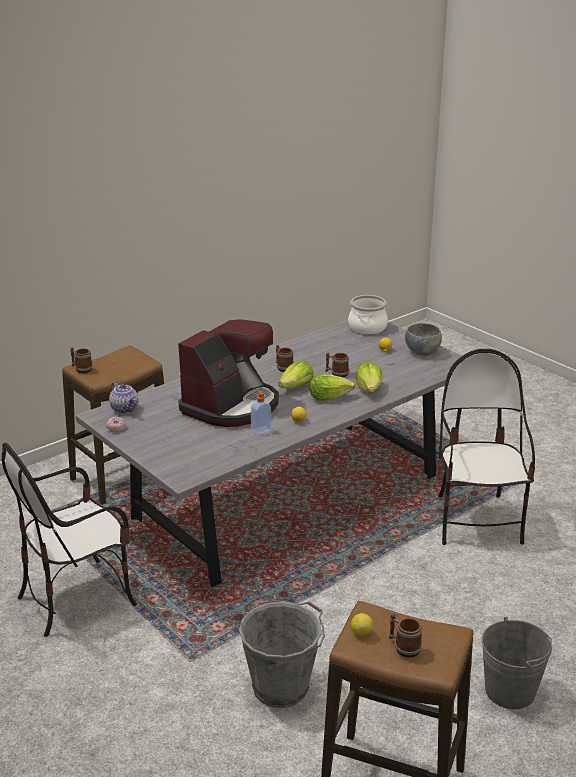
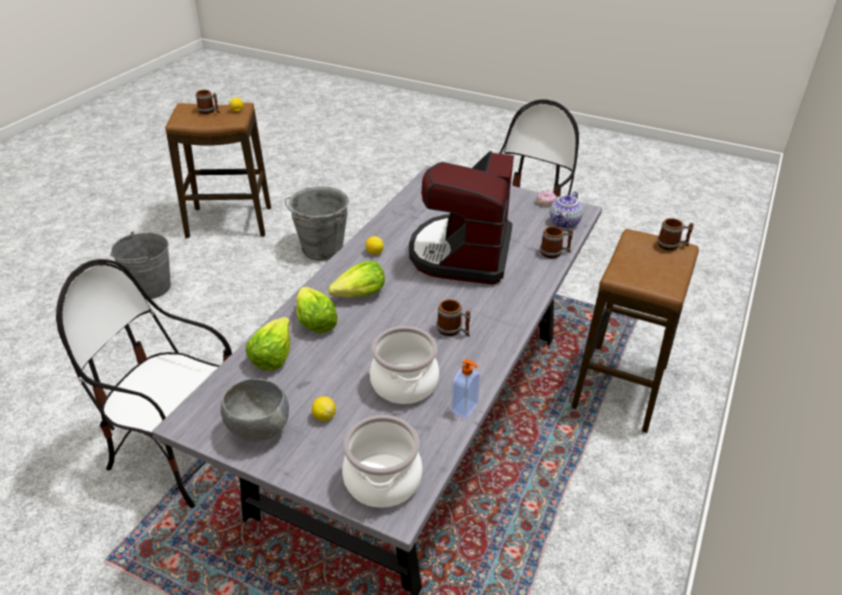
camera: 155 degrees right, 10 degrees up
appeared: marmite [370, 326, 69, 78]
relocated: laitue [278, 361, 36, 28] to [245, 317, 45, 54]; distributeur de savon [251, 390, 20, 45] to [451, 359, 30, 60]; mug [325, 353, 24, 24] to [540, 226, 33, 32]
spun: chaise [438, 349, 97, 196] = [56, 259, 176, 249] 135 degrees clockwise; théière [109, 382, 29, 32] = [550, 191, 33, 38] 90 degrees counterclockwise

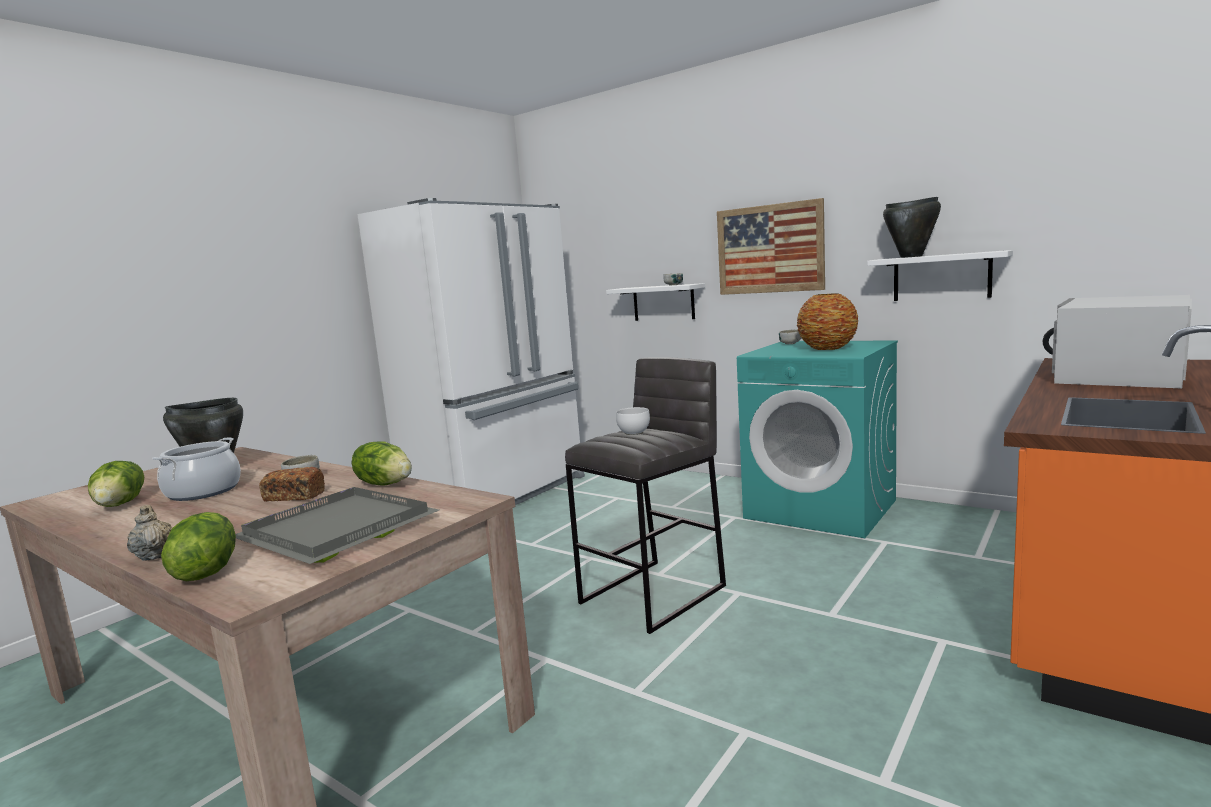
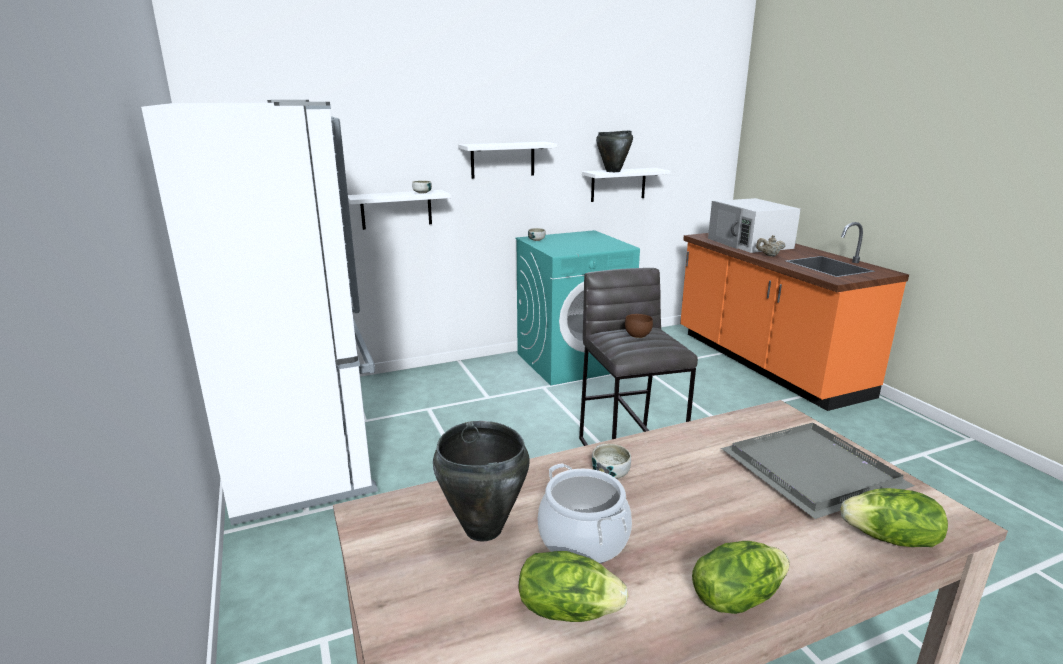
camera: 60 degrees left, 10 degrees up
missing: pain [259, 467, 66, 35]; vase [797, 293, 61, 57]
relocated: laitue [352, 441, 60, 44] to [692, 541, 98, 73]; théière (beige) [127, 505, 45, 56] to [756, 235, 30, 21]
exchanged: tableau [717, 198, 108, 97] to étagère (blanc) [458, 142, 99, 37]
colour: bol (blanc) [616, 407, 34, 28] to bol (marron) [625, 314, 28, 24]

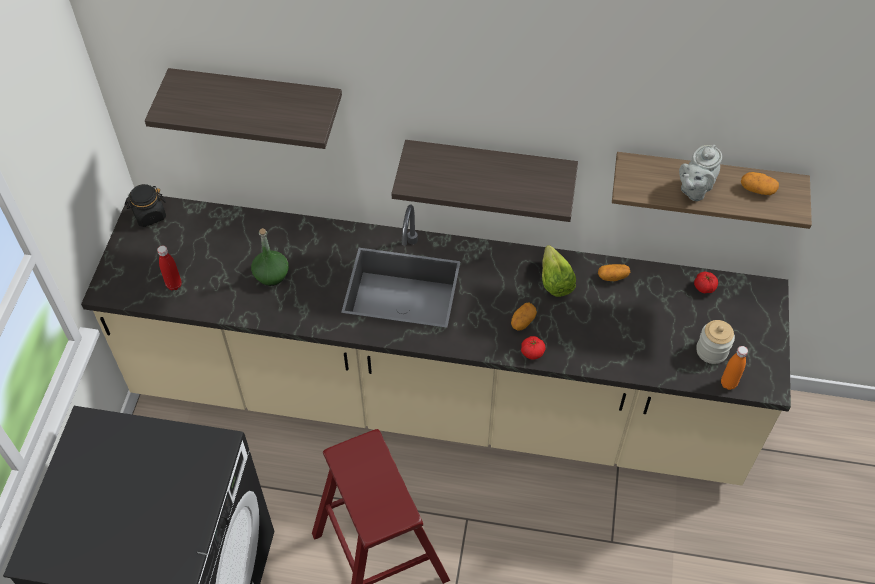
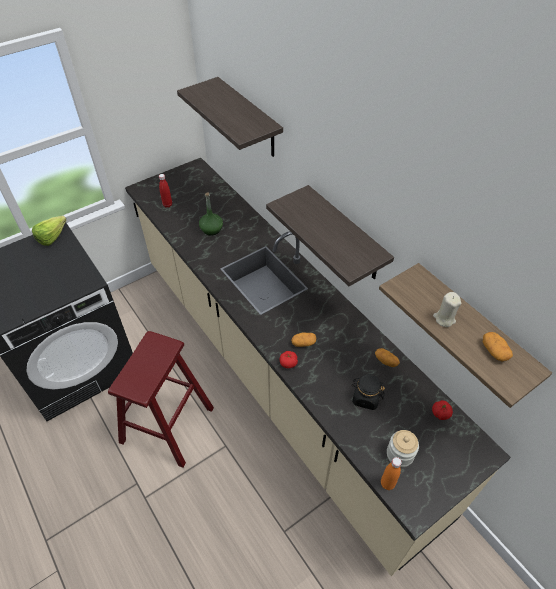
camera: 45 degrees right, 5 degrees down
relocated: laitue [542, 245, 34, 52] to [32, 216, 34, 30]; bocal (noir) [125, 184, 41, 43] to [352, 374, 33, 36]
exchanged: théière (gris) [679, 145, 43, 56] to bougie (beige) [433, 292, 28, 35]

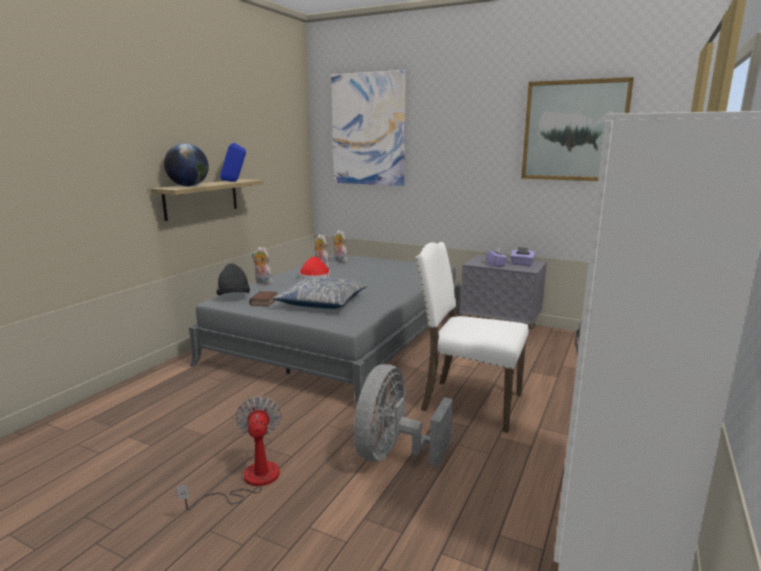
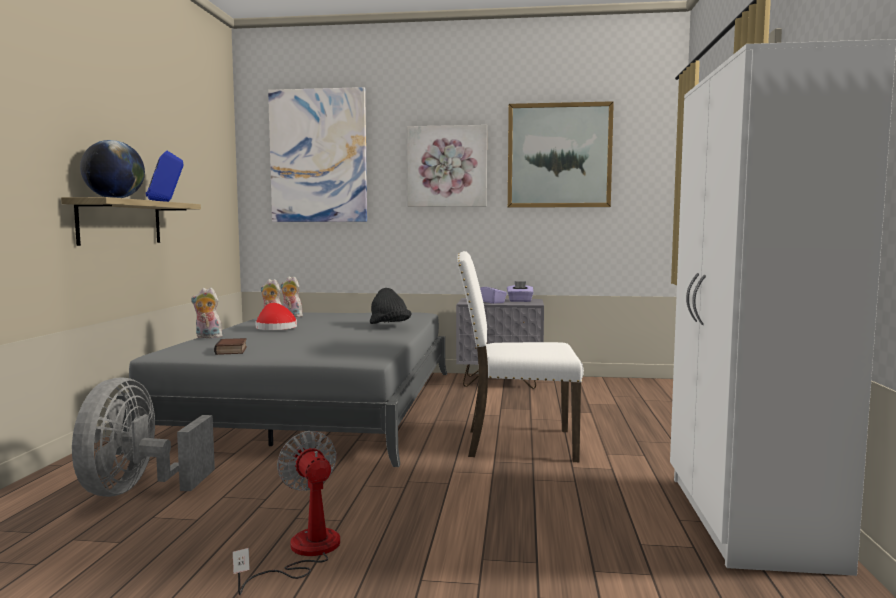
camera: 20 degrees left, 10 degrees down
missing: coussin [273, 277, 94, 32]
appeared: tableau [407, 125, 80, 82]
relocated: ventilateur (gris) [354, 364, 99, 103] to [72, 377, 143, 120]; chapeau (noir) [216, 263, 34, 32] to [370, 288, 41, 36]

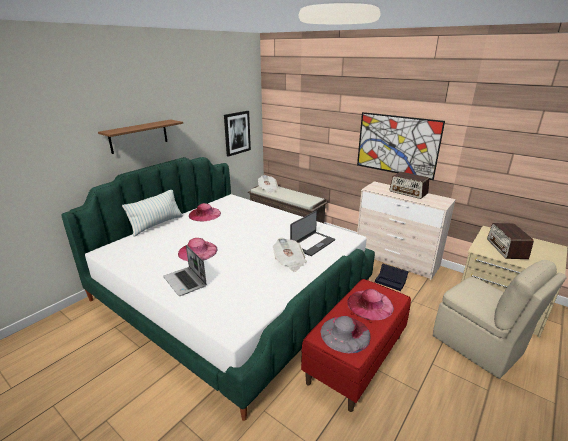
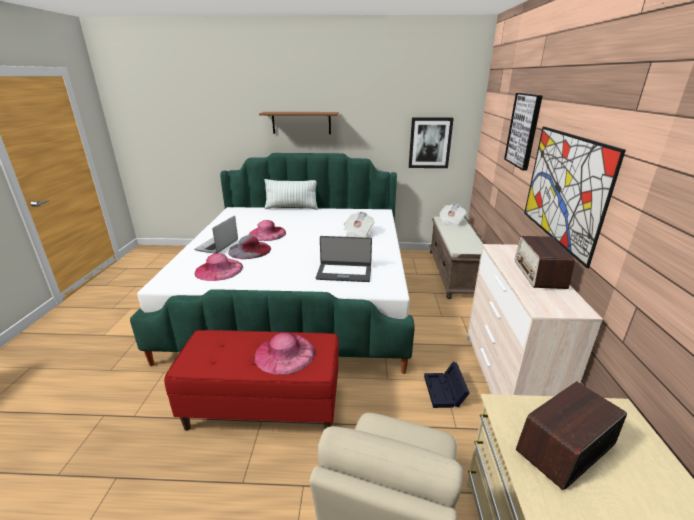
camera: 55 degrees right, 0 degrees up
appeared: tableau [504, 93, 39, 78]
relocated: chapeau (rose) [189, 203, 32, 18] to [194, 253, 49, 28]; chapeau (gris) [320, 316, 51, 37] to [228, 235, 43, 24]; journal [273, 238, 34, 34] to [344, 212, 31, 25]

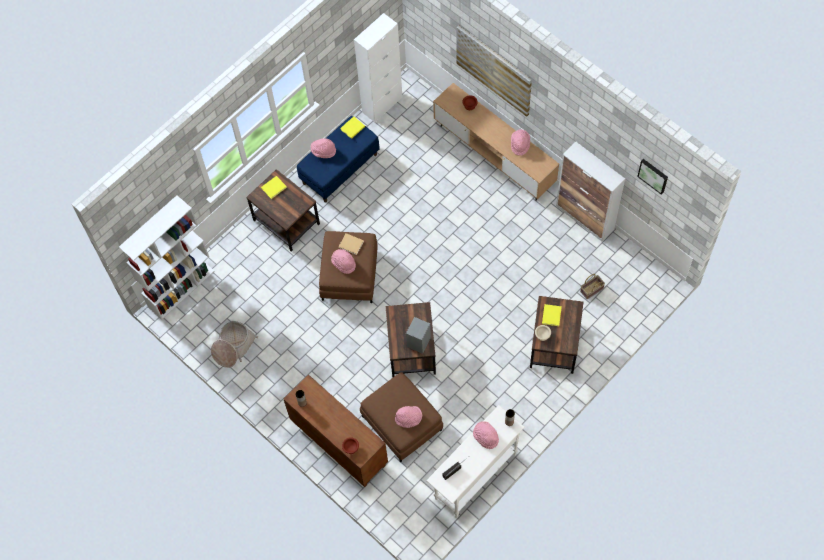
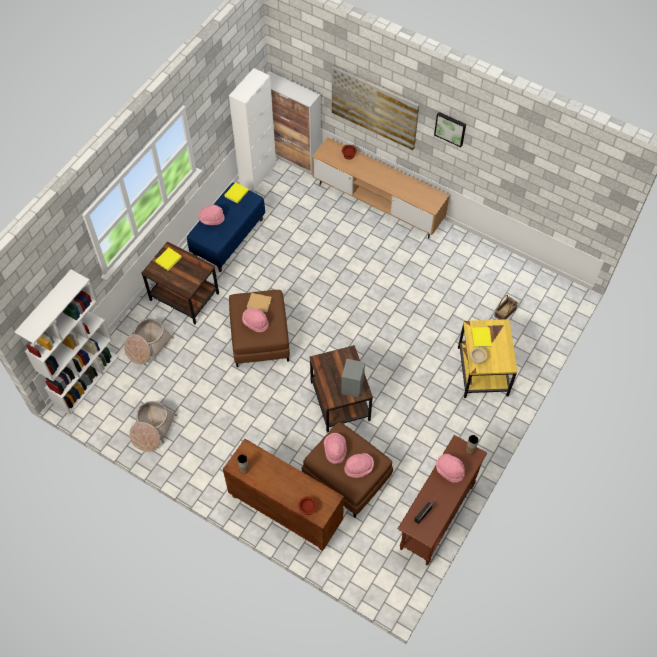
camera: 15 degrees left, 5 degrees down
appeared: panier [124, 318, 50, 47]
relocated: meuble de rangement [556, 142, 69, 100] to [267, 71, 54, 104]; chapeau (rose) [511, 129, 19, 27] to [324, 433, 23, 31]; tableau [637, 159, 31, 36] to [434, 112, 32, 35]
colour: table console (blanc) [426, 405, 99, 113] to table console (marron) [398, 435, 89, 130]; table d'appoint (marron) [530, 296, 53, 78] to table d'appoint (jaune) [458, 319, 60, 79]

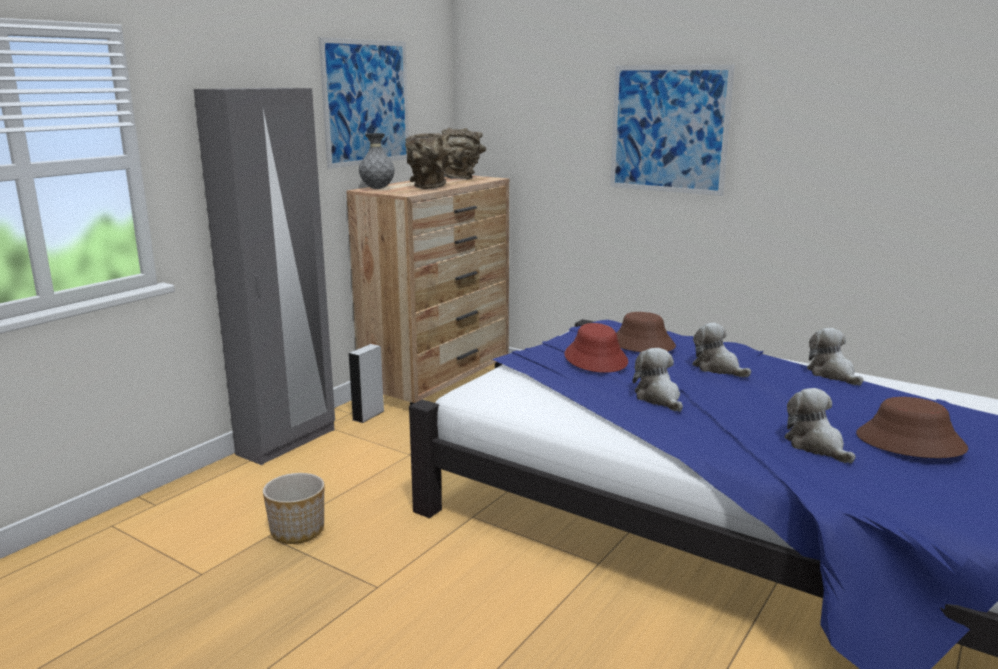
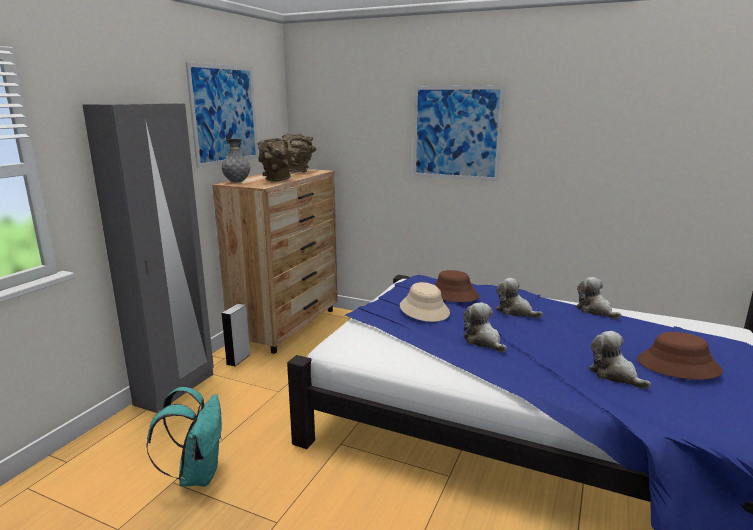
camera: 10 degrees left, 0 degrees up
exchanged: cache-pot [263, 473, 61, 71] to sac à dos (turquoise) [147, 387, 75, 100]
colour: chapeau (rouge) [564, 323, 64, 50] to chapeau (beige) [400, 282, 50, 40]

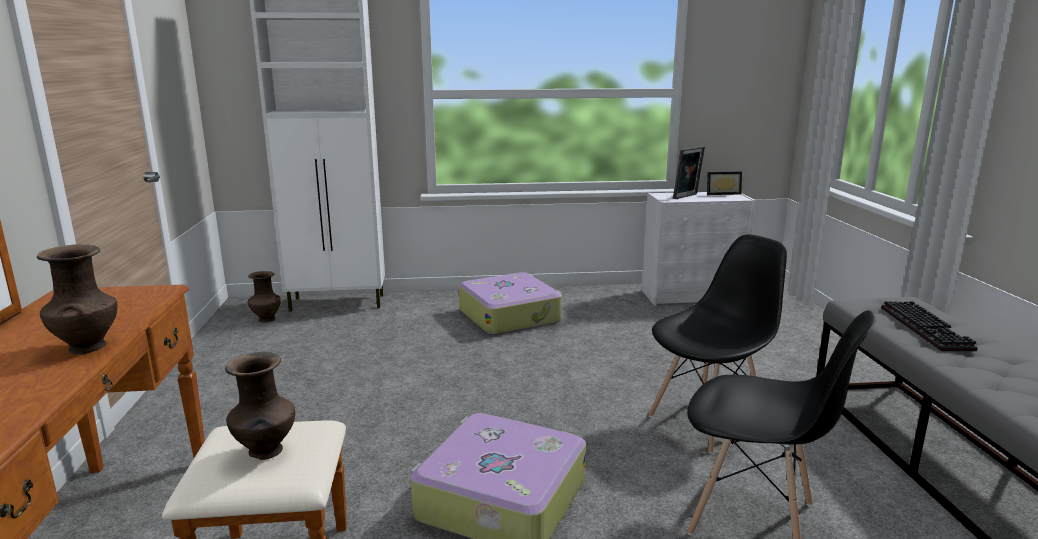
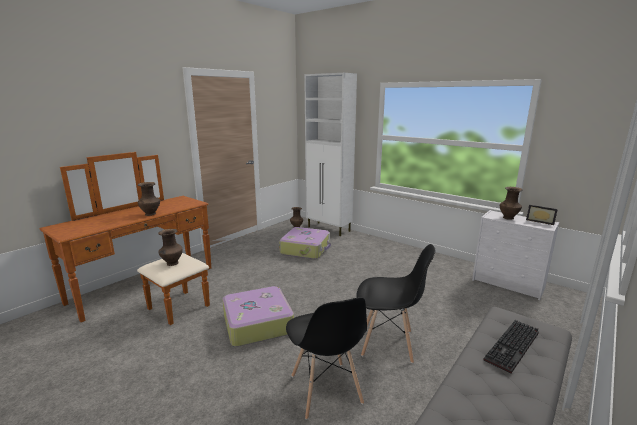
camera: 45 degrees right, 0 degrees up
relocated: valise [459, 272, 103, 63] to [279, 227, 52, 32]
exchanged: cadre photo [673, 146, 32, 53] to vase (marron) [500, 187, 23, 32]

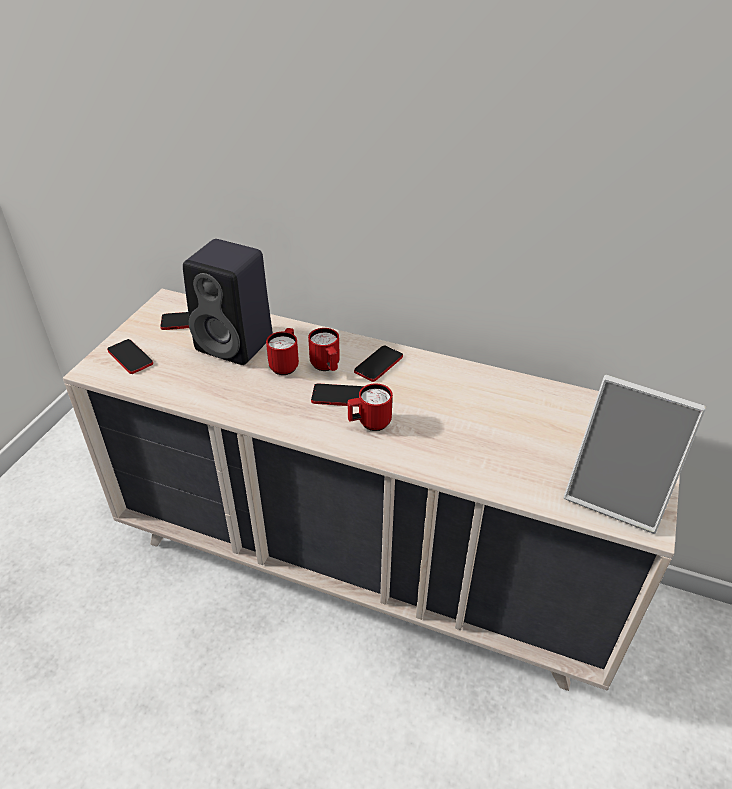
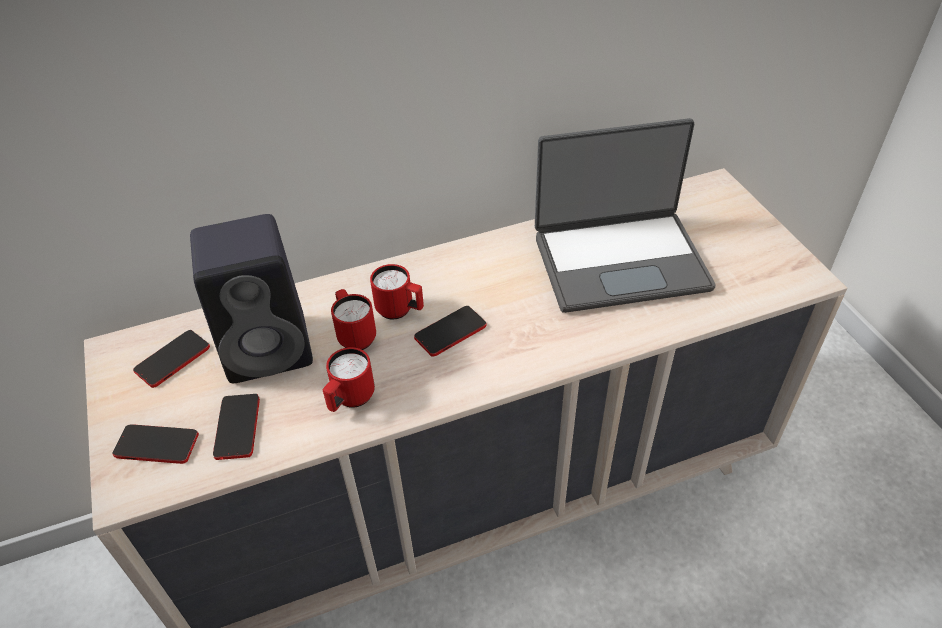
camera: 40 degrees left, 5 degrees up
missing: cadre photo [564, 375, 142, 159]
appeared: ordinateur portable [535, 118, 181, 195]
relocated: téléphone [354, 345, 49, 37] to [213, 394, 47, 66]; mug (rouge) [347, 383, 46, 48] to [323, 347, 52, 65]

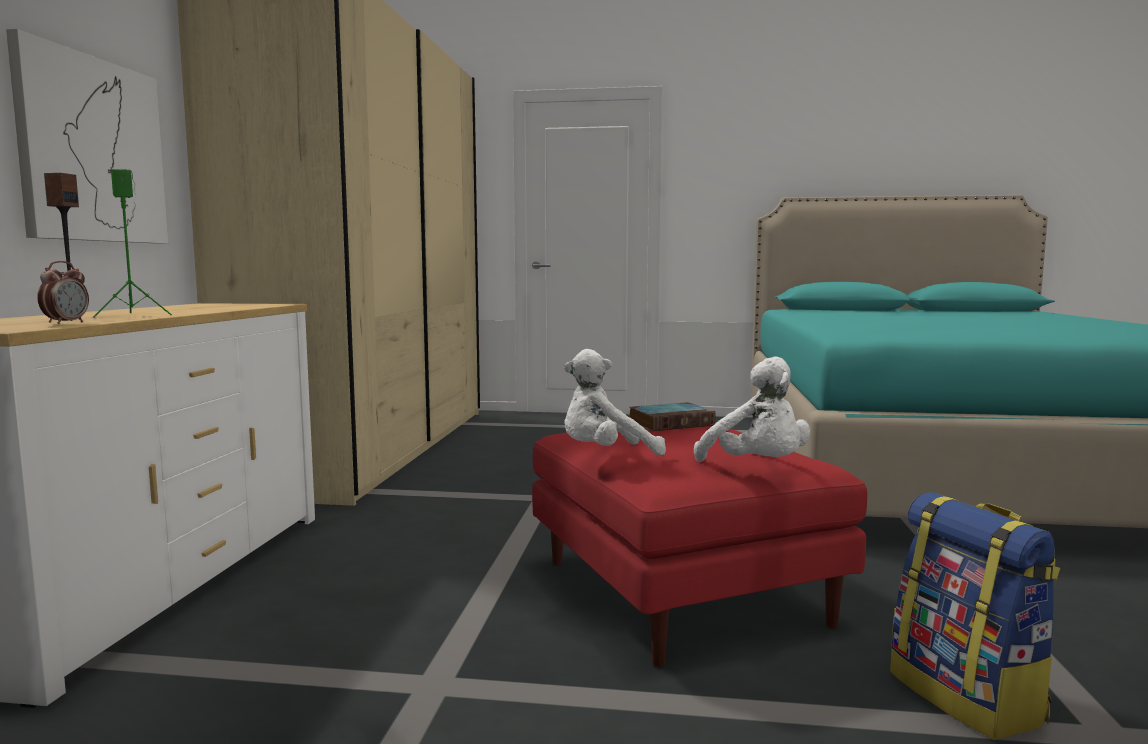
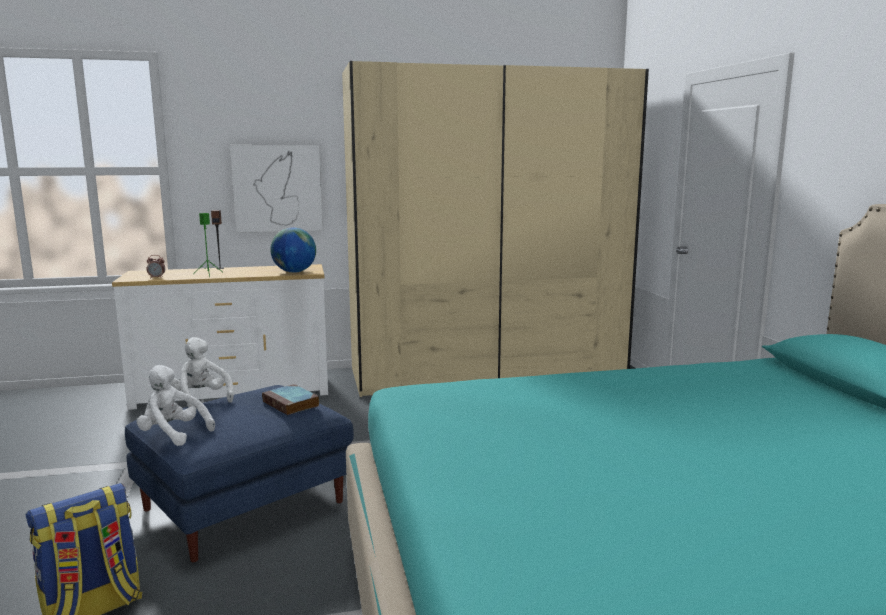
camera: 70 degrees right, 5 degrees up
appeared: globe [270, 227, 46, 46]
colour: pouf (rouge) [532, 426, 335, 242] to pouf (bleu) [125, 385, 229, 177]
spun: peluche (blanc) [694, 357, 116, 105] = [137, 365, 78, 81] 75 degrees clockwise

